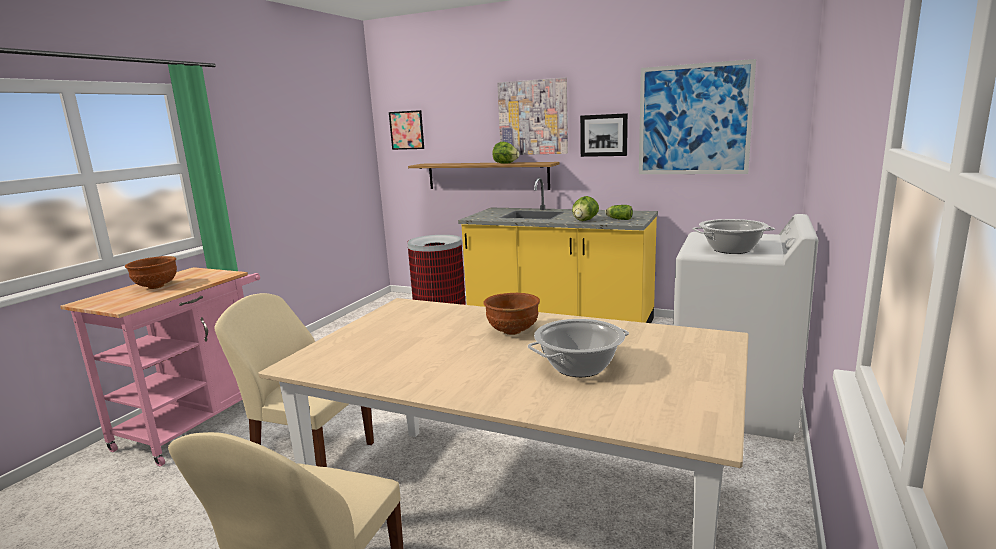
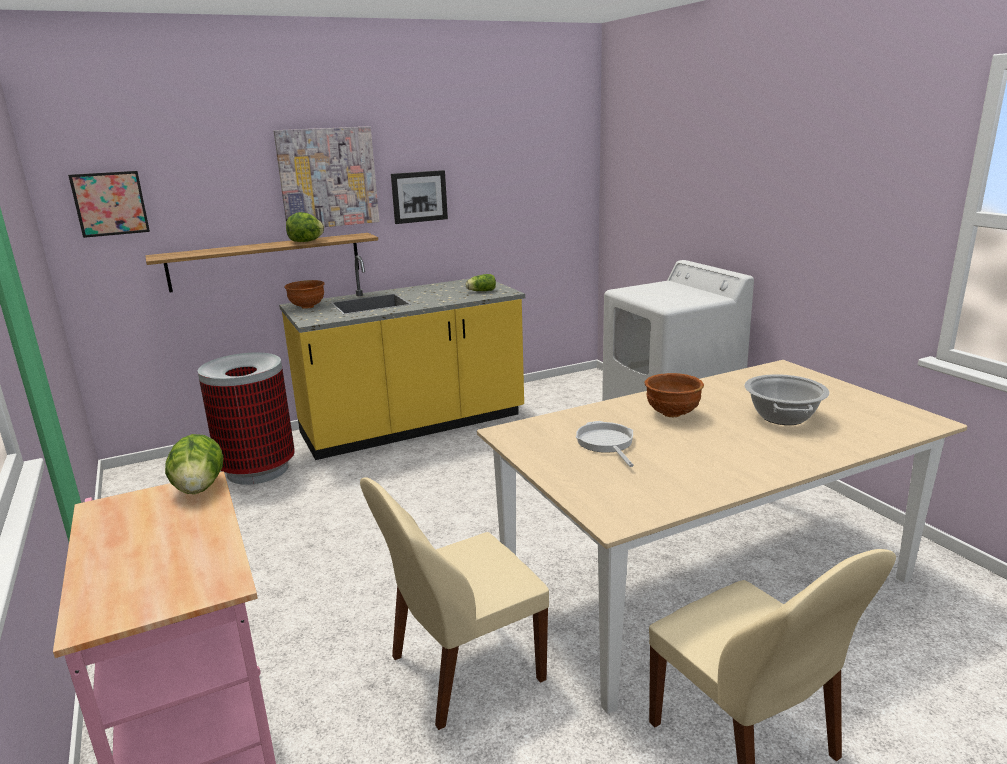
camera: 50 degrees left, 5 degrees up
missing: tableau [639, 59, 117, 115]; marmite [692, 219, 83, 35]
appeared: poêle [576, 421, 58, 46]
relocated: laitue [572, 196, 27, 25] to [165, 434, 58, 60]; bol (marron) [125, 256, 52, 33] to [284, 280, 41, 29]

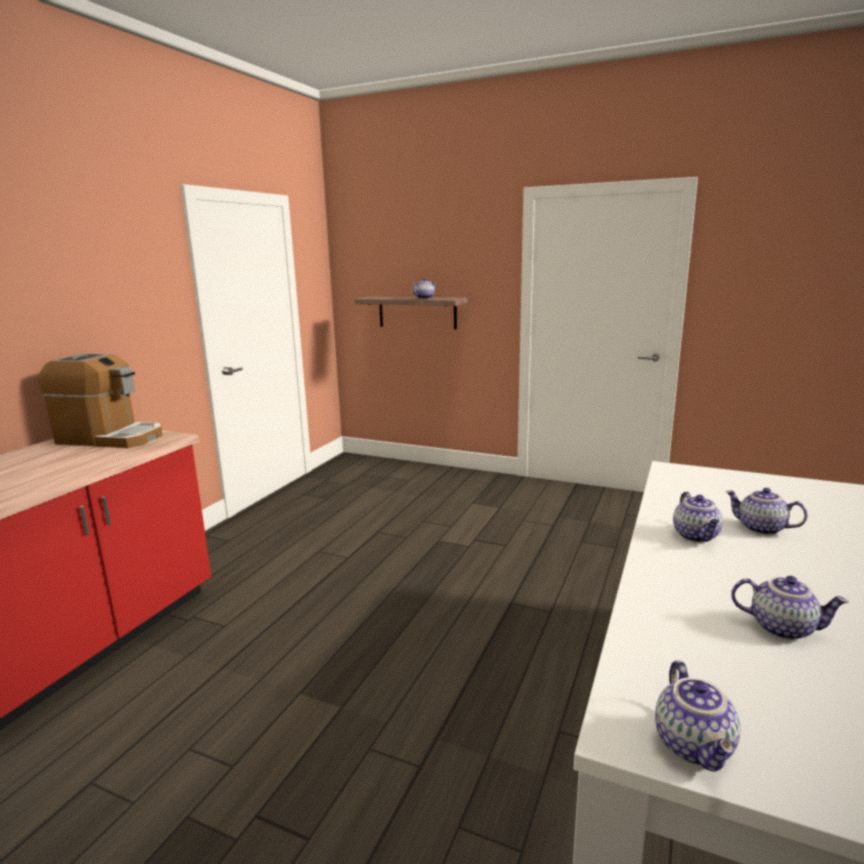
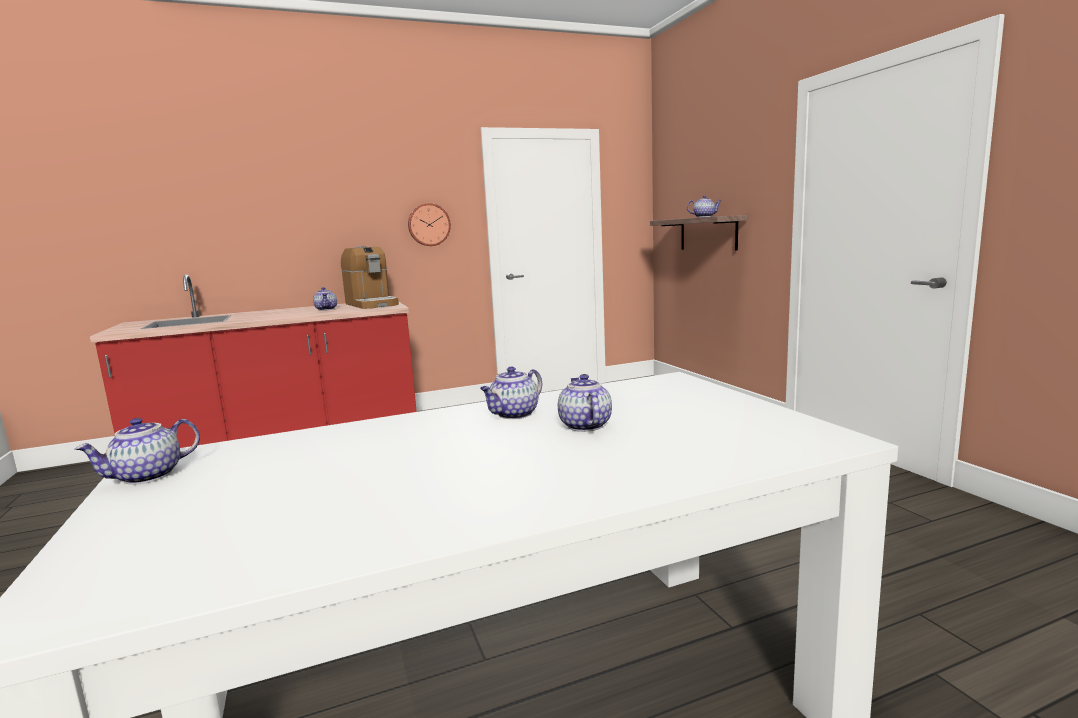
camera: 45 degrees right, 5 degrees down
appeared: horloge murale [408, 203, 43, 43]
relocated: théière [731, 576, 118, 64] to [313, 287, 24, 24]

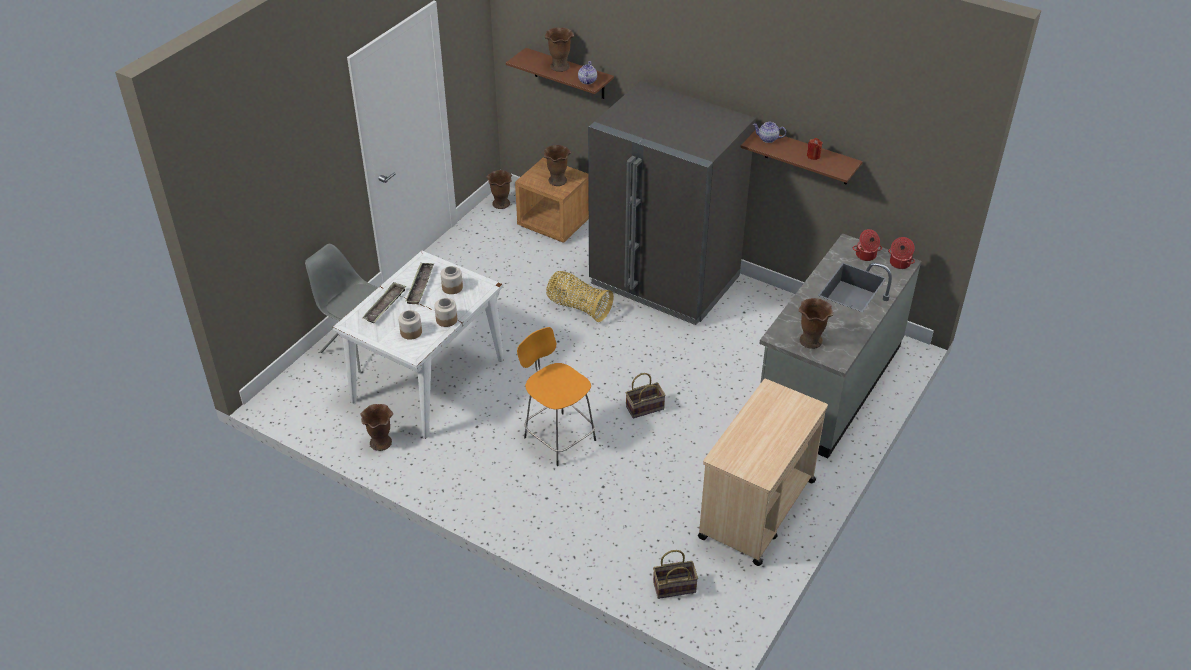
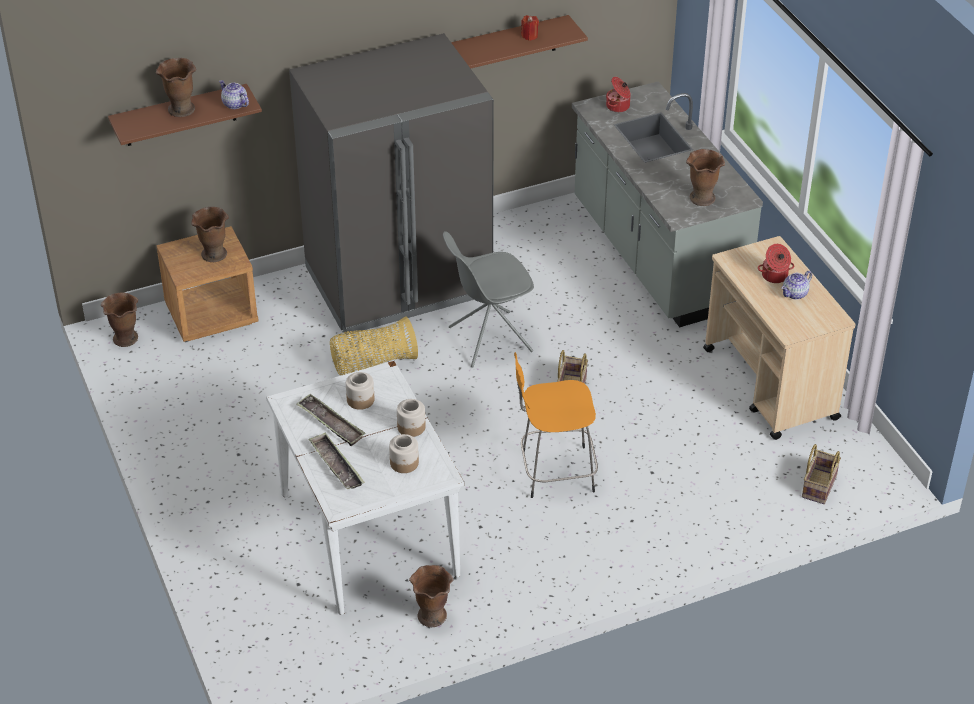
camera: 55 degrees left, 0 degrees up
relocated: chaise (gris) [305, 244, 73, 128] to [443, 231, 91, 137]; marmite [888, 237, 27, 32] to [758, 244, 36, 39]; théière [753, 121, 33, 22] to [781, 271, 31, 29]

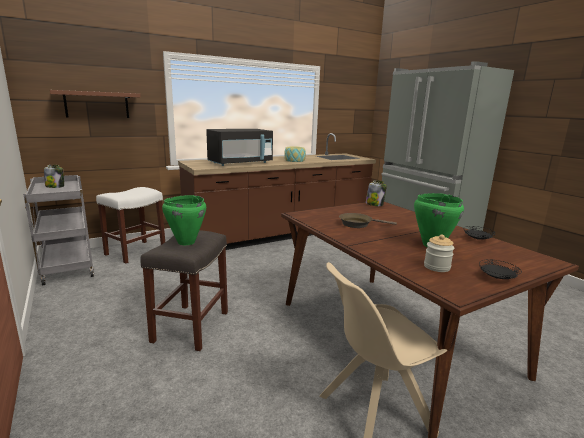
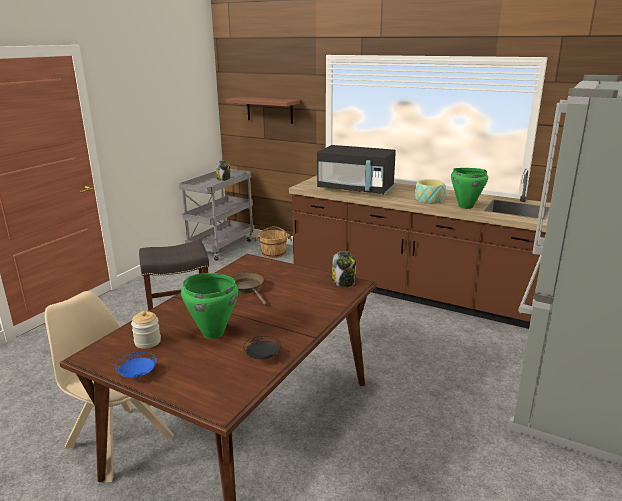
camera: 60 degrees right, 5 degrees up
relocated: marmite (vert) [162, 195, 44, 50] to [451, 168, 37, 41]
exchanged: tabouret (blanc) [96, 187, 69, 77] to seau (marron) [255, 226, 37, 32]
colour: assiette (noir) [479, 259, 43, 20] to assiette (bleu) [115, 352, 42, 26]

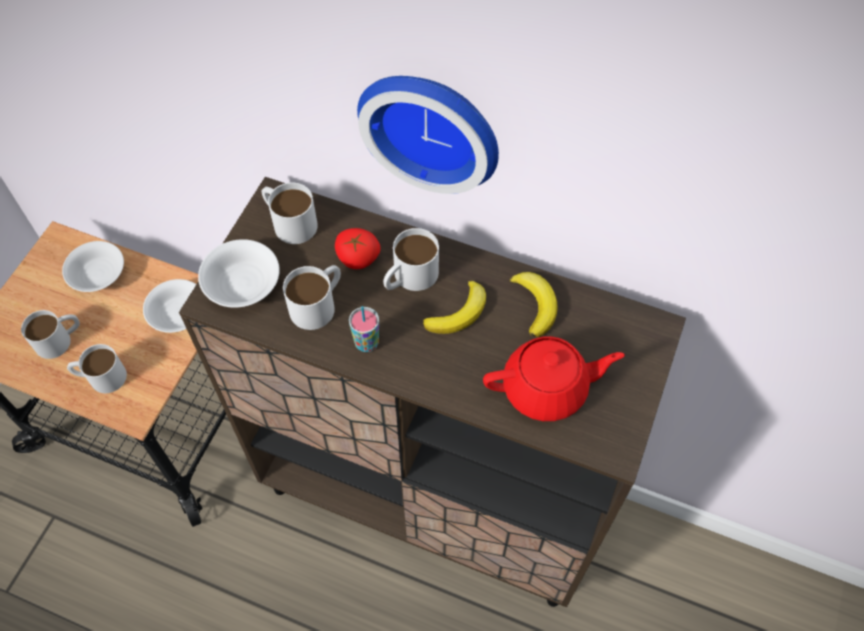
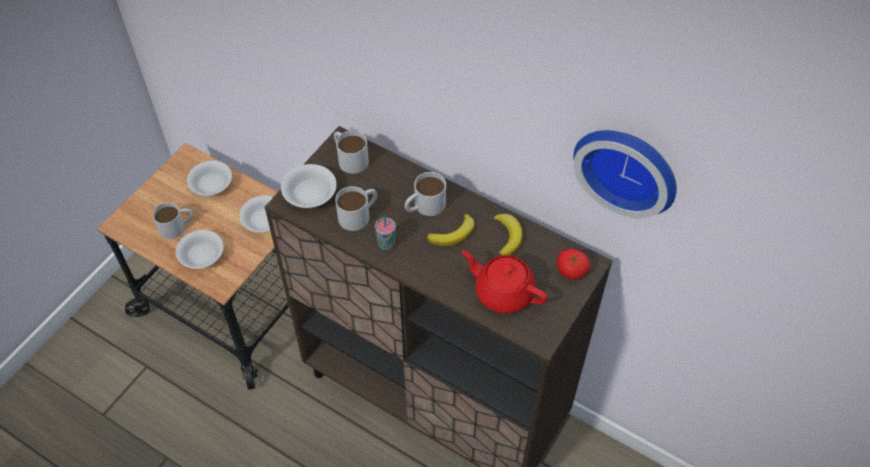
camera: 10 degrees right, 5 degrees down
relocated: tomate [335, 228, 46, 41] to [557, 249, 34, 31]; horloge murale [357, 76, 142, 118] to [573, 130, 104, 88]
exchanged: mug (blanc) [67, 344, 60, 49] to bol (blanc) [176, 230, 48, 39]
spun: théière (rouge) [483, 336, 142, 85] = [461, 250, 86, 64] 150 degrees counterclockwise

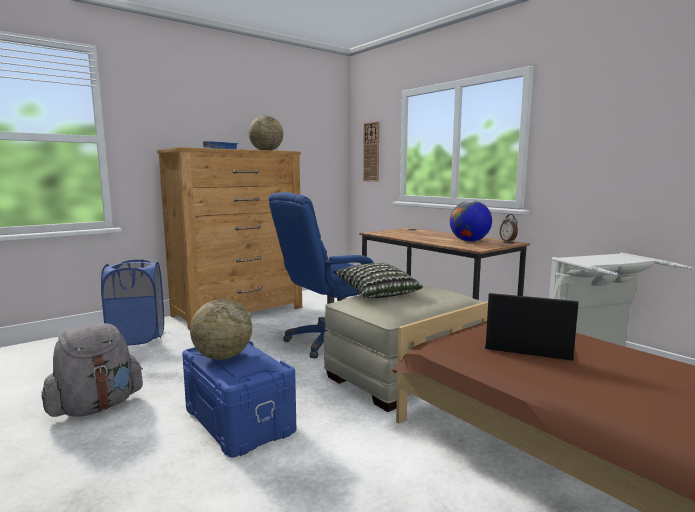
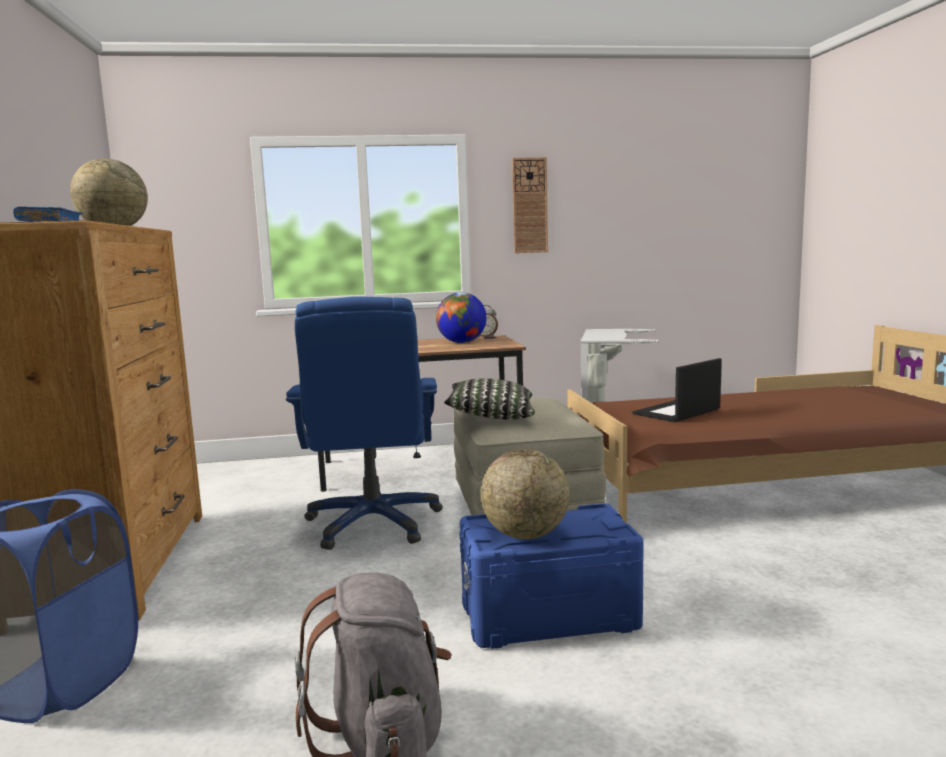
camera: 60 degrees left, 0 degrees up
relocated: horloge murale [363, 121, 16, 61] to [512, 157, 36, 96]

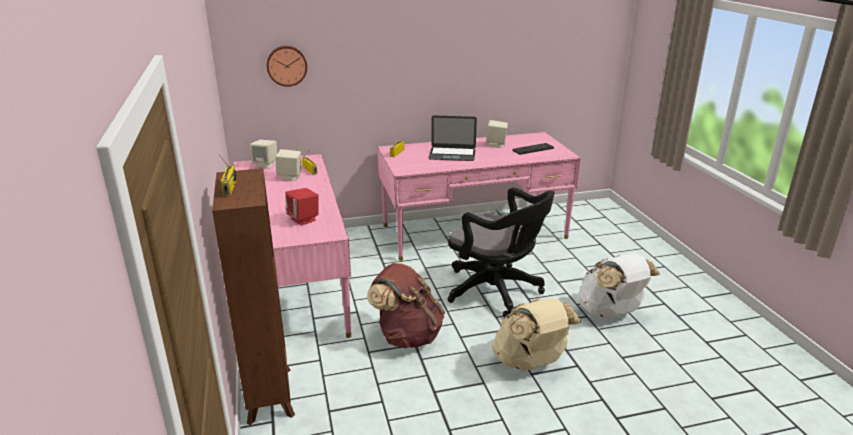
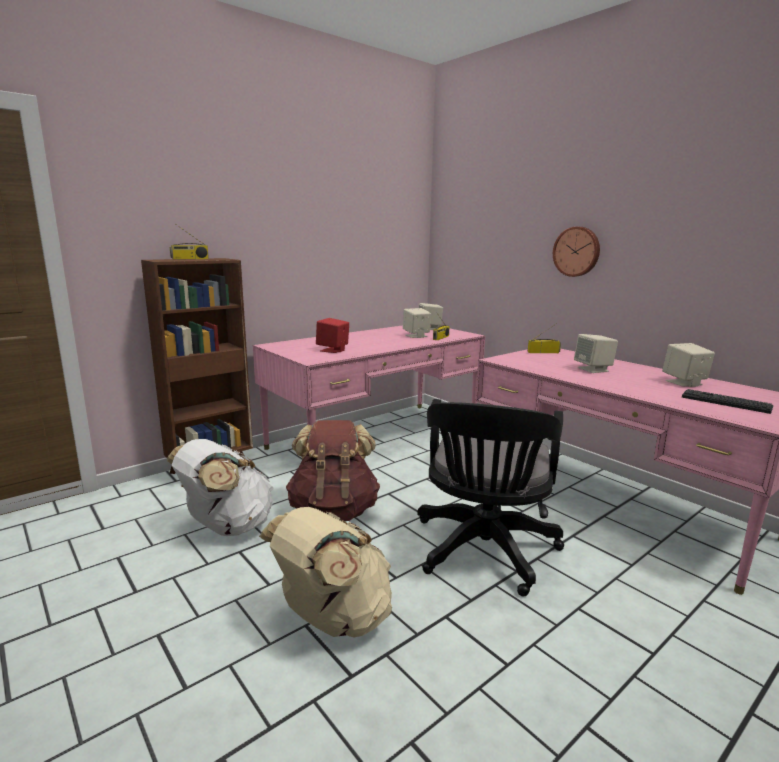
camera: 65 degrees right, 10 degrees down
relocated: sac à dos (blanc) [578, 253, 82, 66] to [167, 439, 106, 97]; horloge murale [266, 46, 41, 41] to [553, 227, 47, 50]
exchanged: ordinateur portable [428, 115, 49, 46] to enceinte (beige) [574, 334, 44, 39]

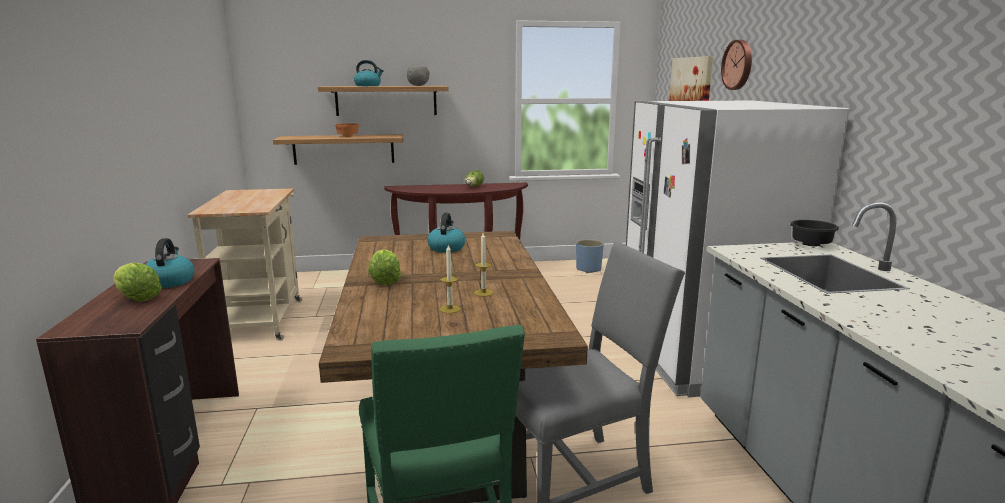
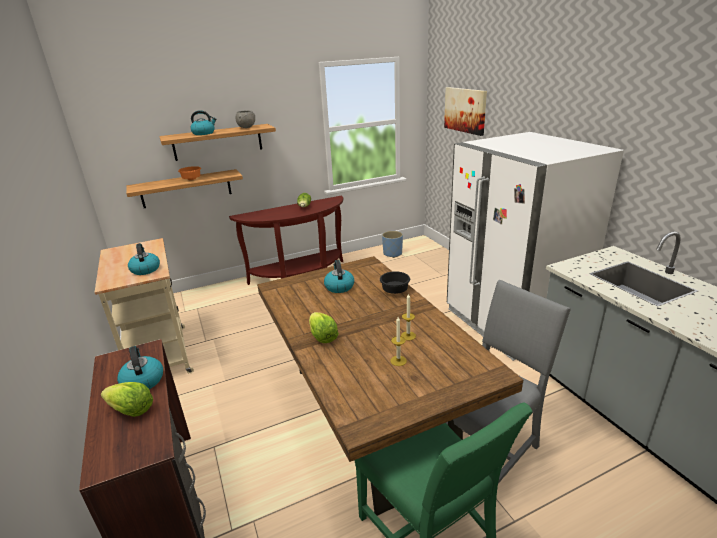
camera: 15 degrees left, 10 degrees up
missing: horloge murale [721, 40, 31, 50]
appeared: bouilloire [128, 243, 32, 32]
relocated: bol (noir) [790, 220, 49, 27] to [380, 271, 30, 23]

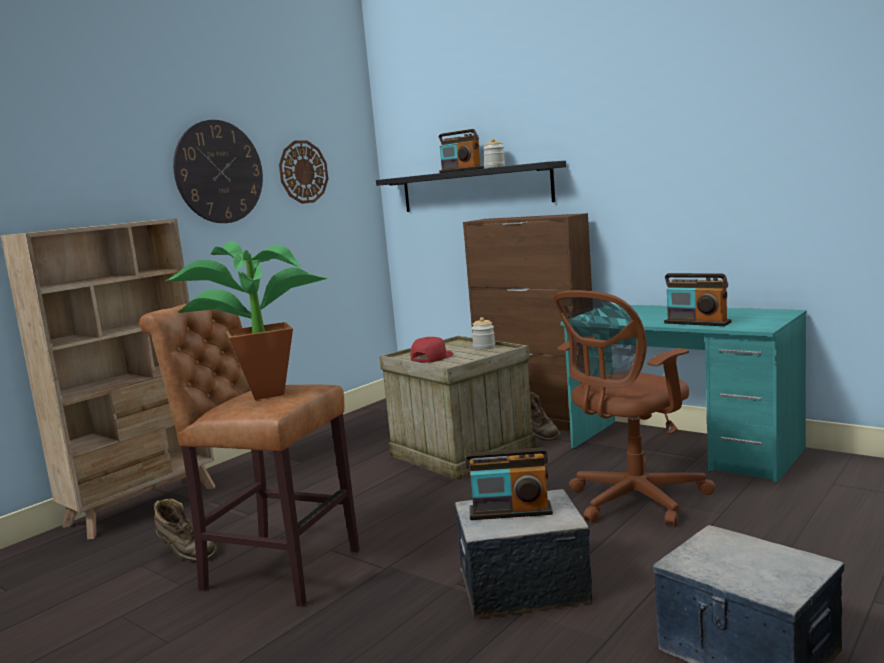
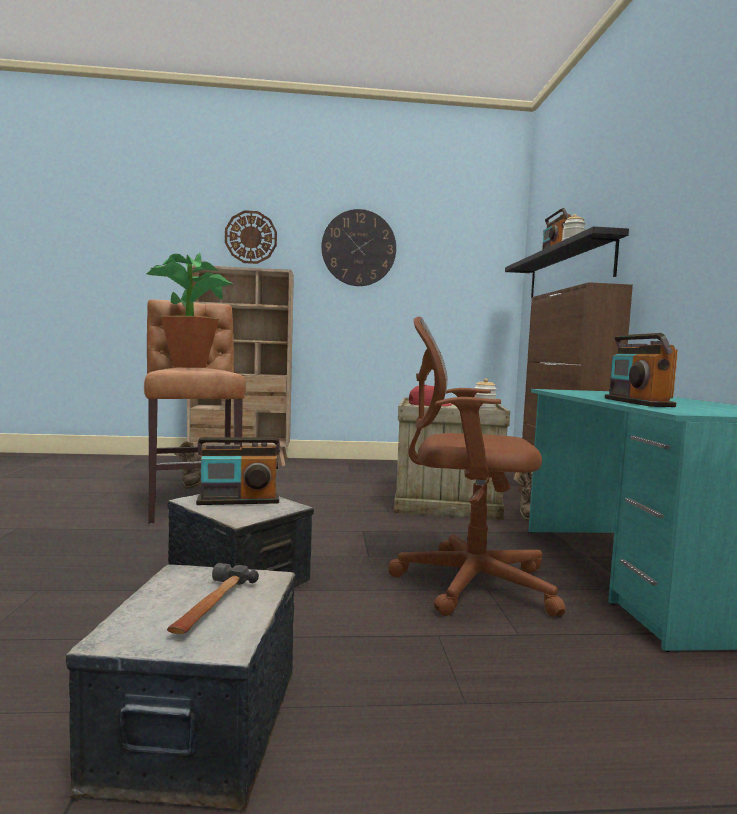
camera: 45 degrees right, 5 degrees down
appeared: marteau [167, 563, 92, 71]
relocated: horloge murale [279, 140, 49, 64] to [225, 210, 52, 54]
spun: radio [465, 448, 88, 72] = [196, 437, 84, 68] 60 degrees counterclockwise

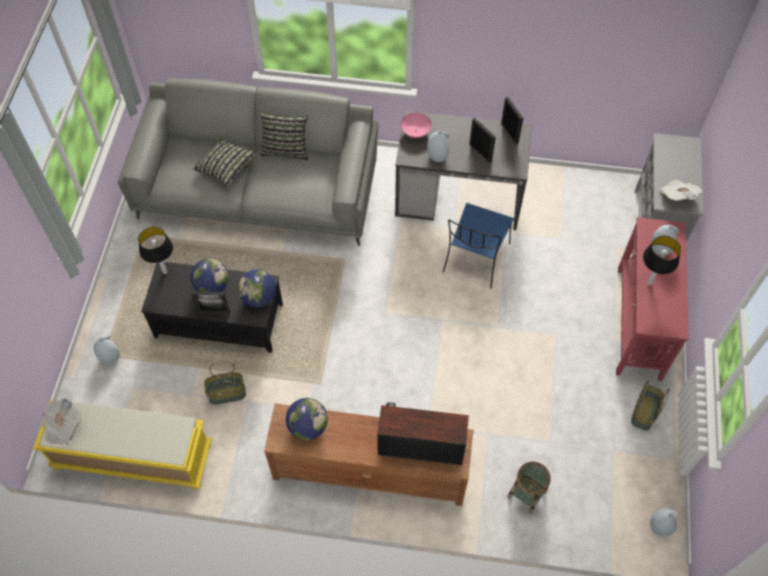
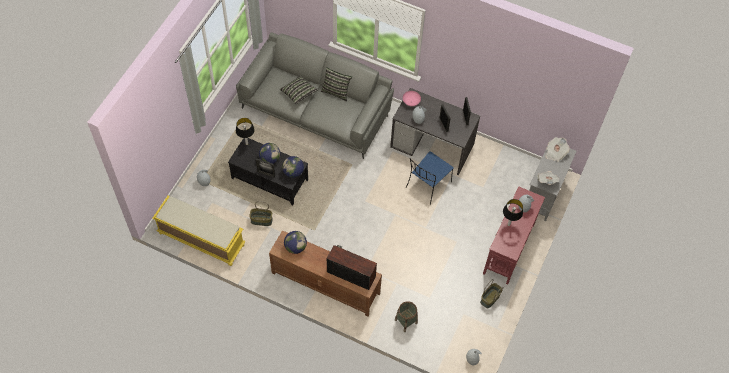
camera: 15 degrees right, 0 degrees up
relocated: journal [42, 398, 39, 47] to [545, 137, 25, 25]

